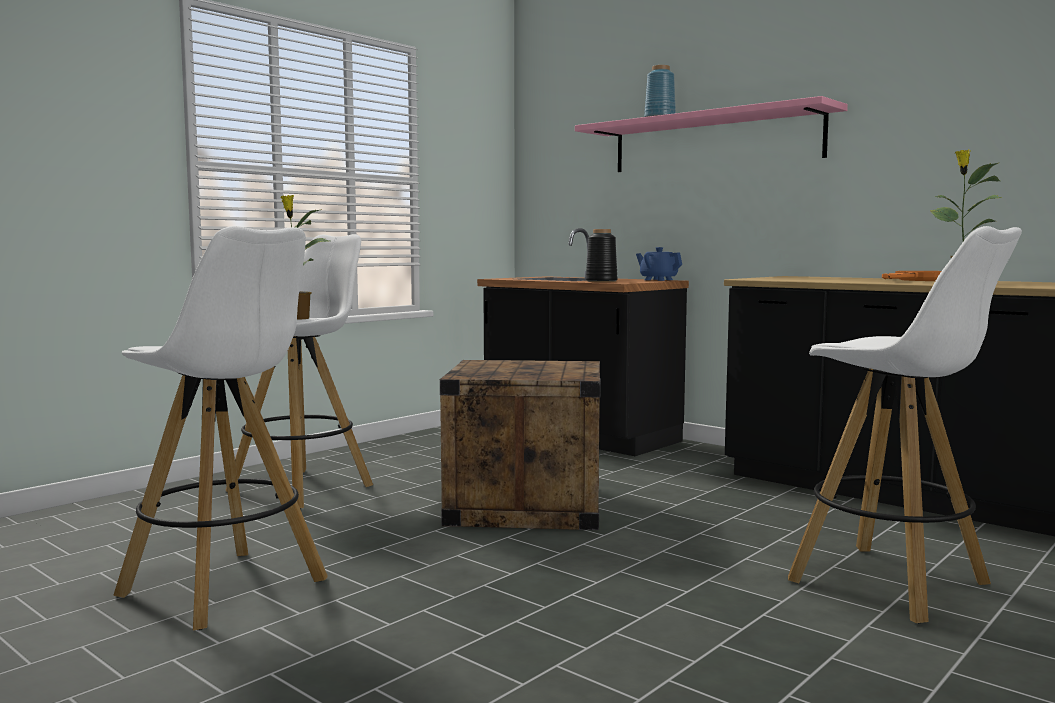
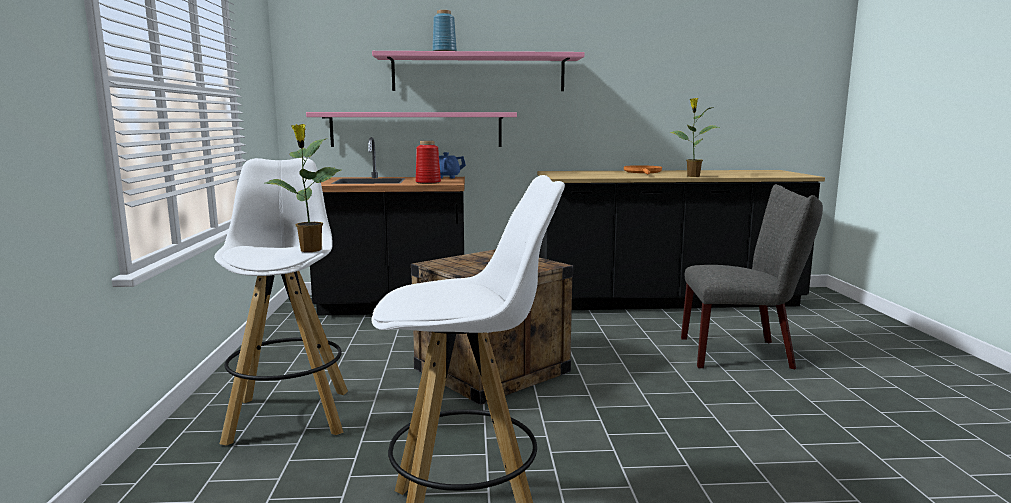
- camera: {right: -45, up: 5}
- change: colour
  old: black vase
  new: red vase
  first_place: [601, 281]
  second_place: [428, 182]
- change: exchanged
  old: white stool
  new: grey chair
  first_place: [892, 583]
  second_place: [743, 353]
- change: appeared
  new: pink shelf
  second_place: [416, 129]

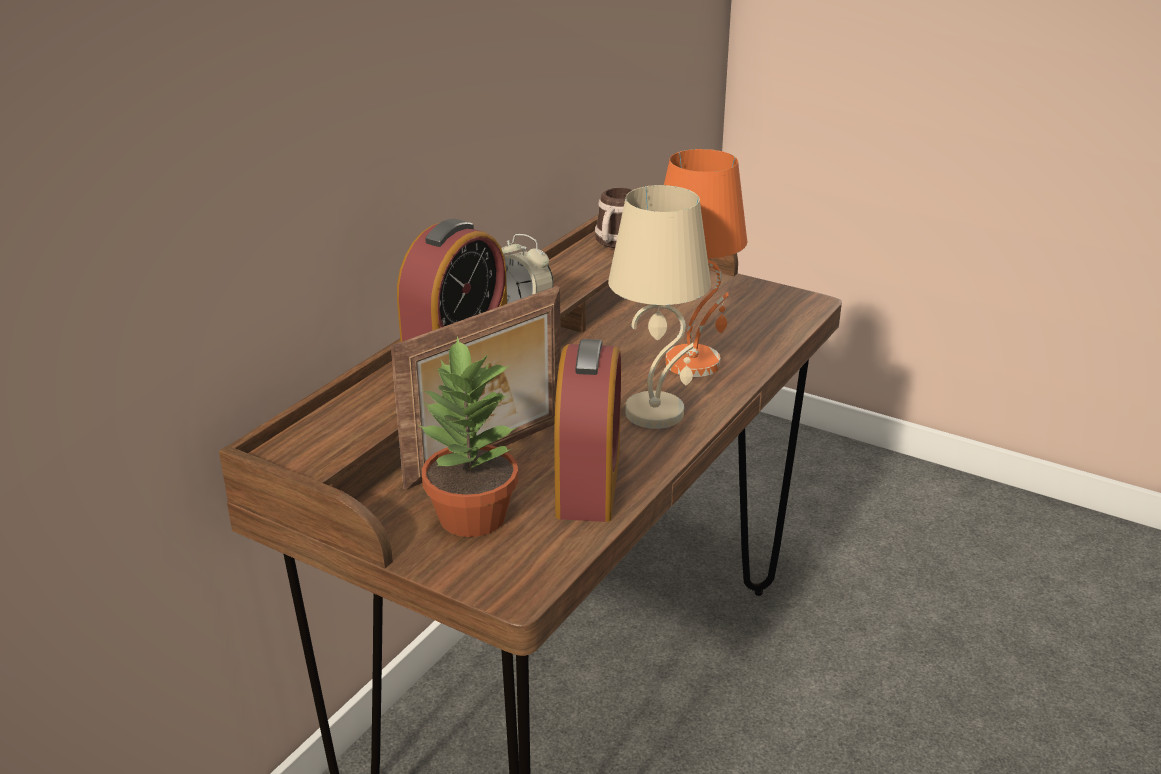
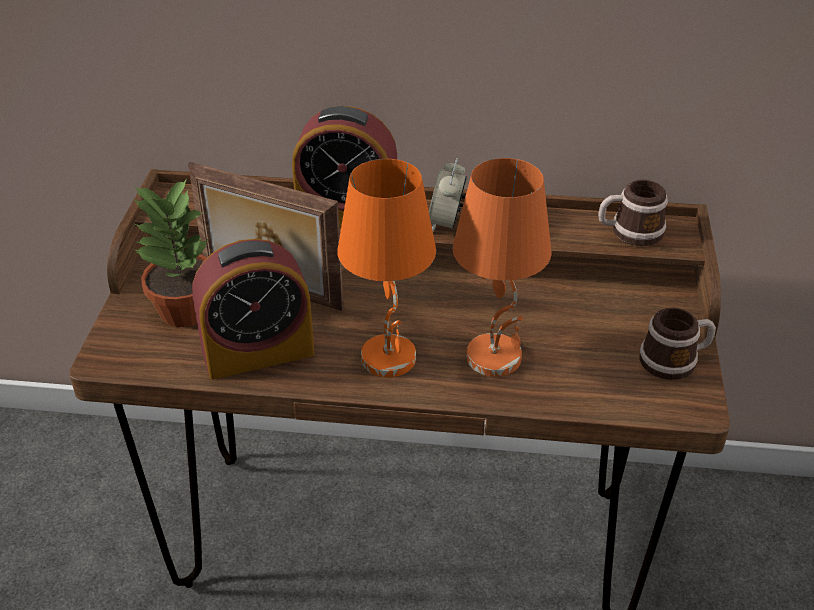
- camera: {right: 65, up: 10}
- change: colour
  old: beige table lamp
  new: orange table lamp
  first_place: [656, 412]
  second_place: [390, 359]
- change: appeared
  new: mug
  second_place: [675, 360]

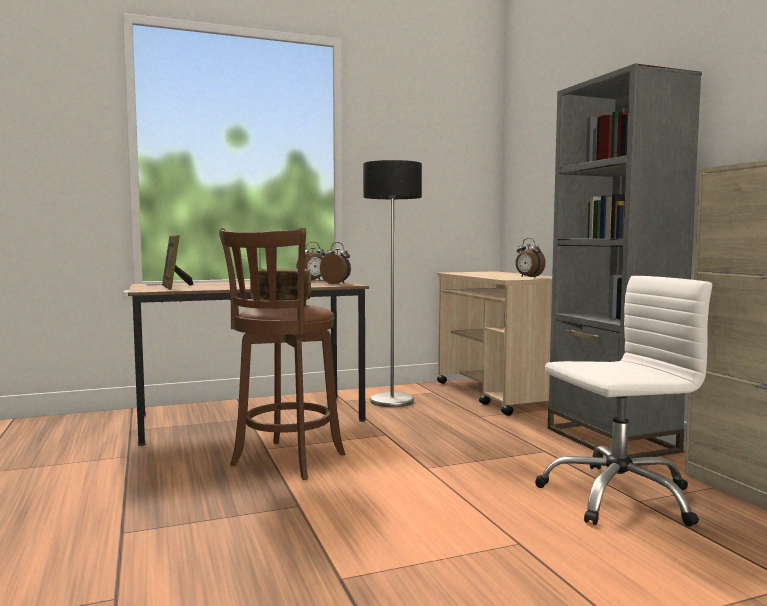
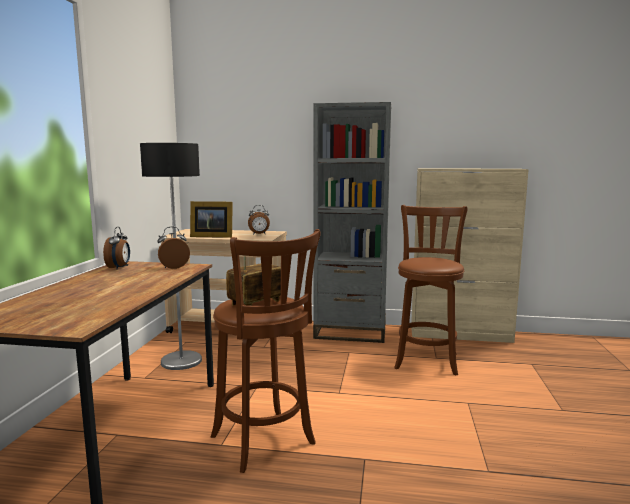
- camera: {right: -60, up: 5}
- change: relocated
  old: picture frame
  first_place: [175, 287]
  second_place: [211, 236]
- change: exchanged
  old: white office chair
  new: brown stool
  first_place: [617, 496]
  second_place: [426, 359]

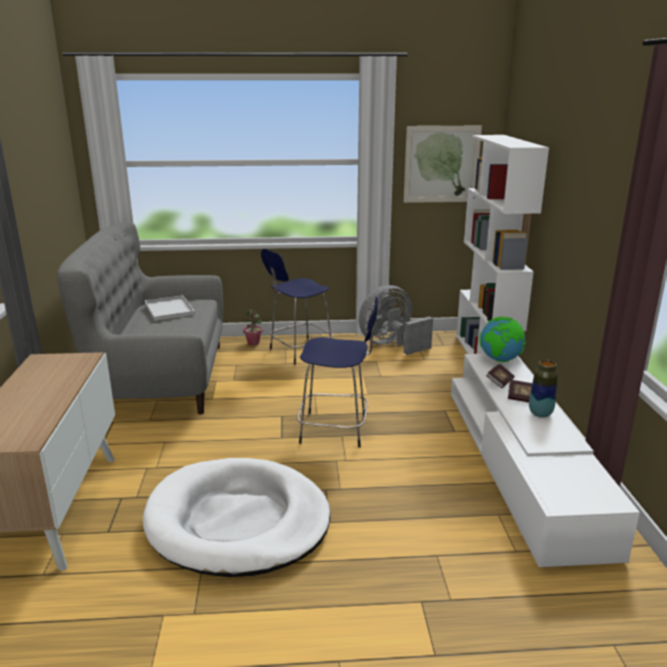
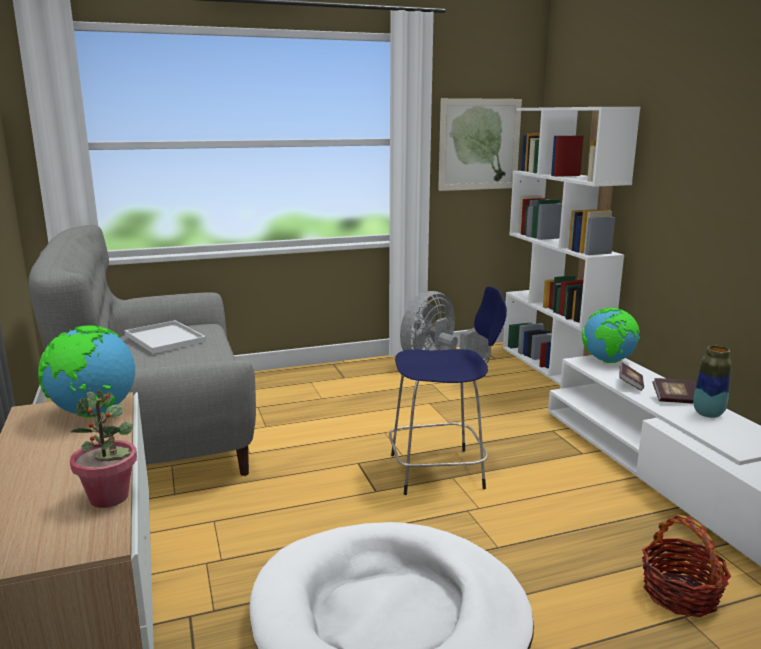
- camera: {right: -15, up: -5}
- change: relocated
  old: potted plant
  first_place: [253, 343]
  second_place: [109, 497]
- change: missing
  old: blue stool
  first_place: [299, 351]
- change: appeared
  new: globe
  second_place: [93, 413]
- change: appeared
  new: basket
  second_place: [680, 594]

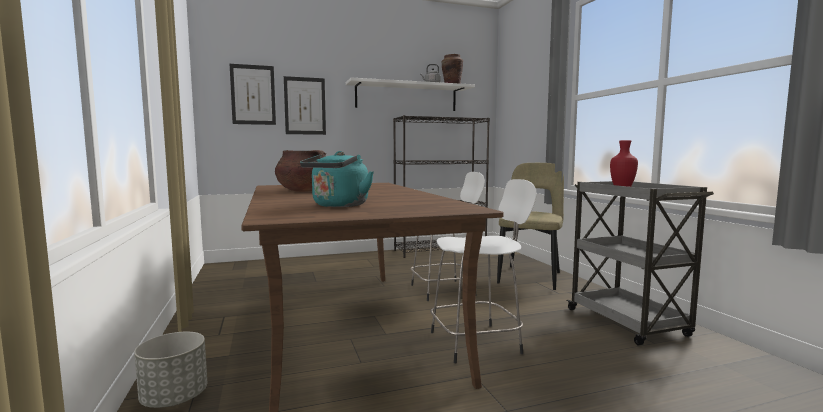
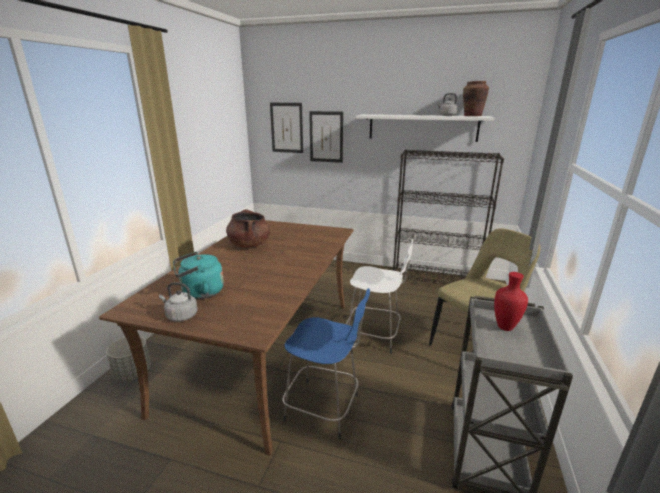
- camera: {right: 35, up: 15}
- change: colour
  old: white stool
  new: blue stool
  first_place: [478, 342]
  second_place: [324, 408]
- change: appeared
  new: grey kettle
  second_place: [180, 316]

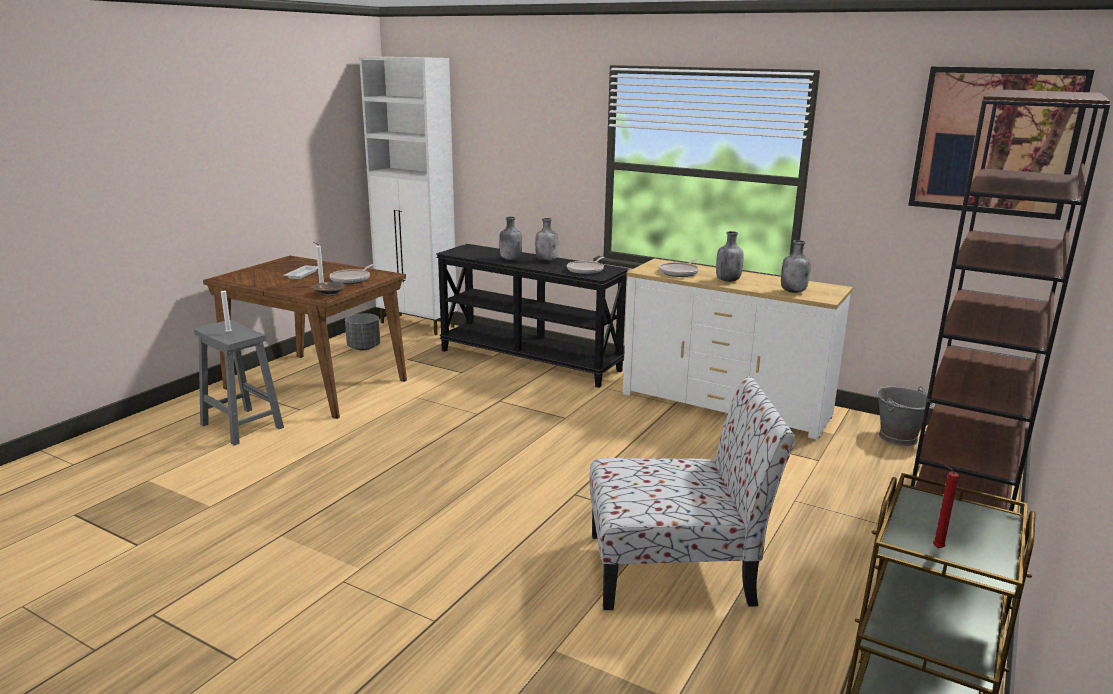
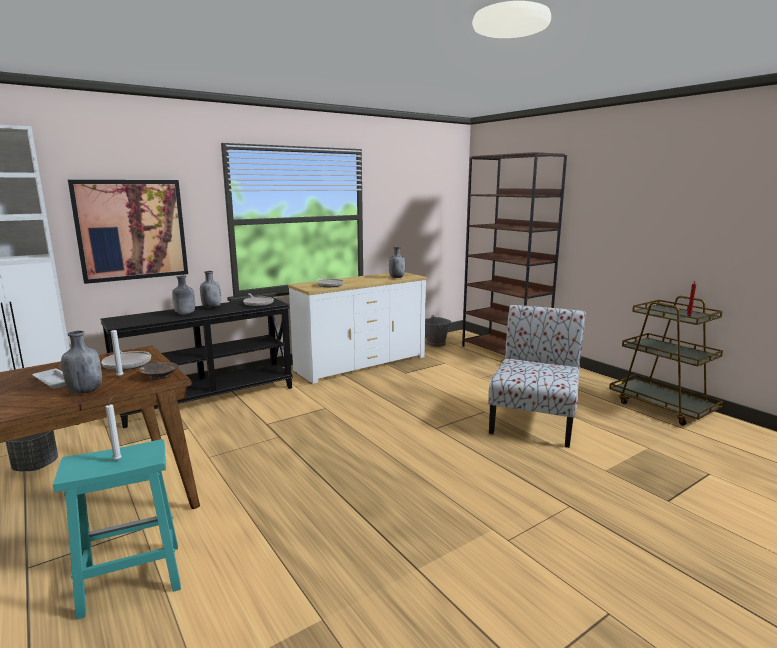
- camera: {right: -65, up: -5}
- change: colour
  old: grey stool
  new: turquoise stool
  first_place: [241, 426]
  second_place: [129, 579]
- change: relocated
  old: grey bottle
  first_place: [727, 280]
  second_place: [85, 391]
- change: relocated
  old: picture
  first_place: [995, 141]
  second_place: [131, 230]

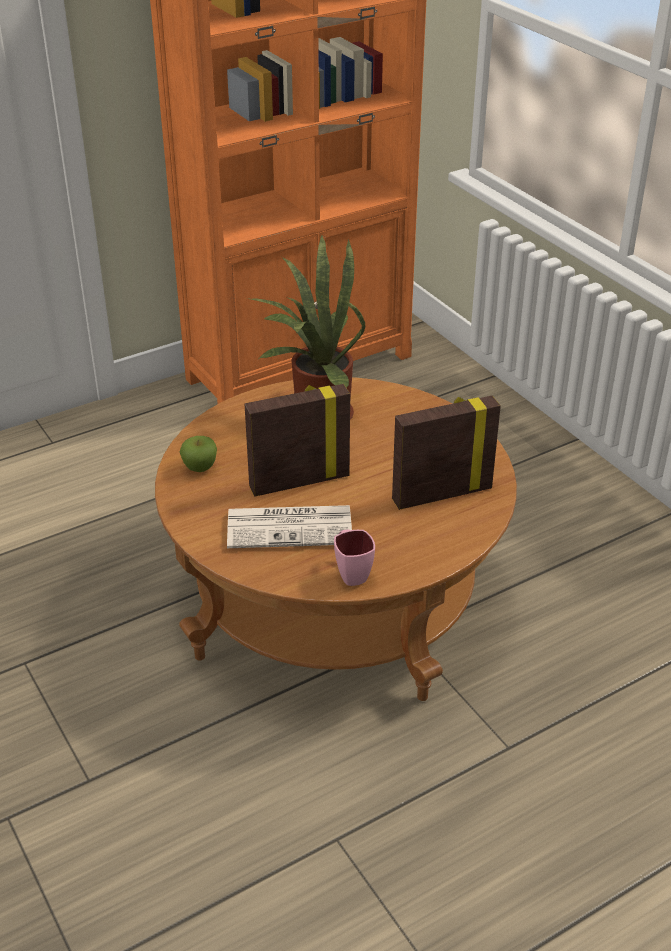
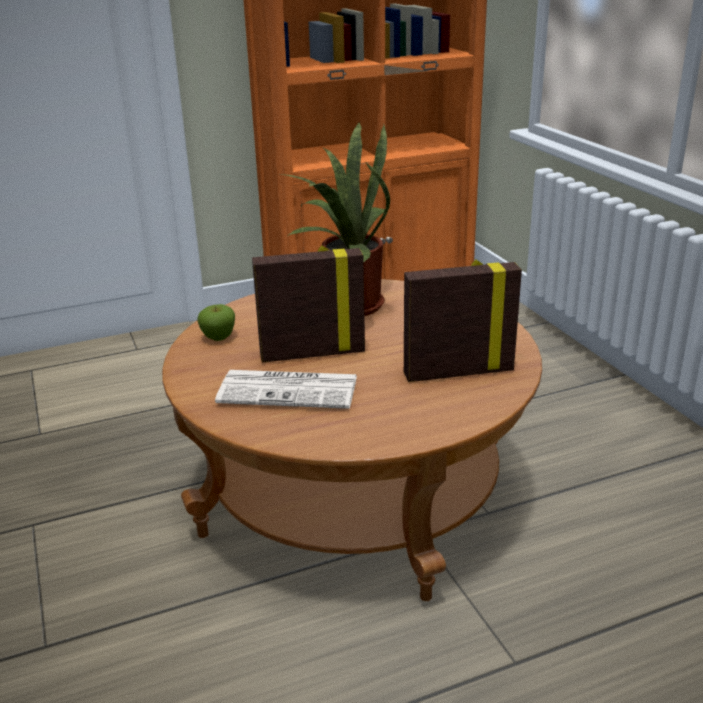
- camera: {right: 10, up: -10}
- change: missing
  old: pink mug
  first_place: [351, 573]

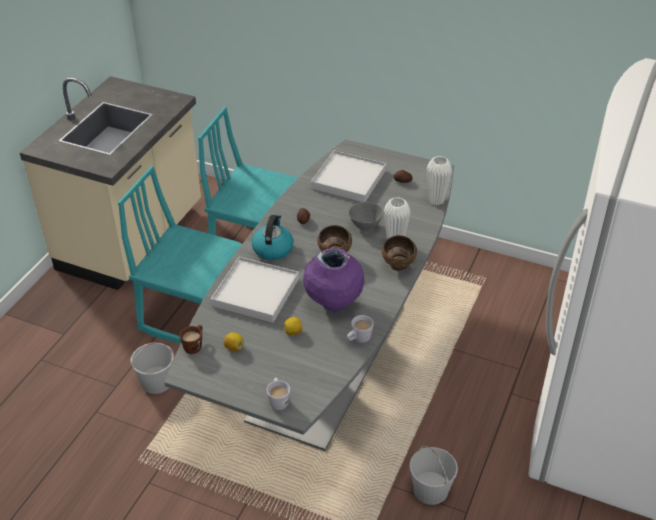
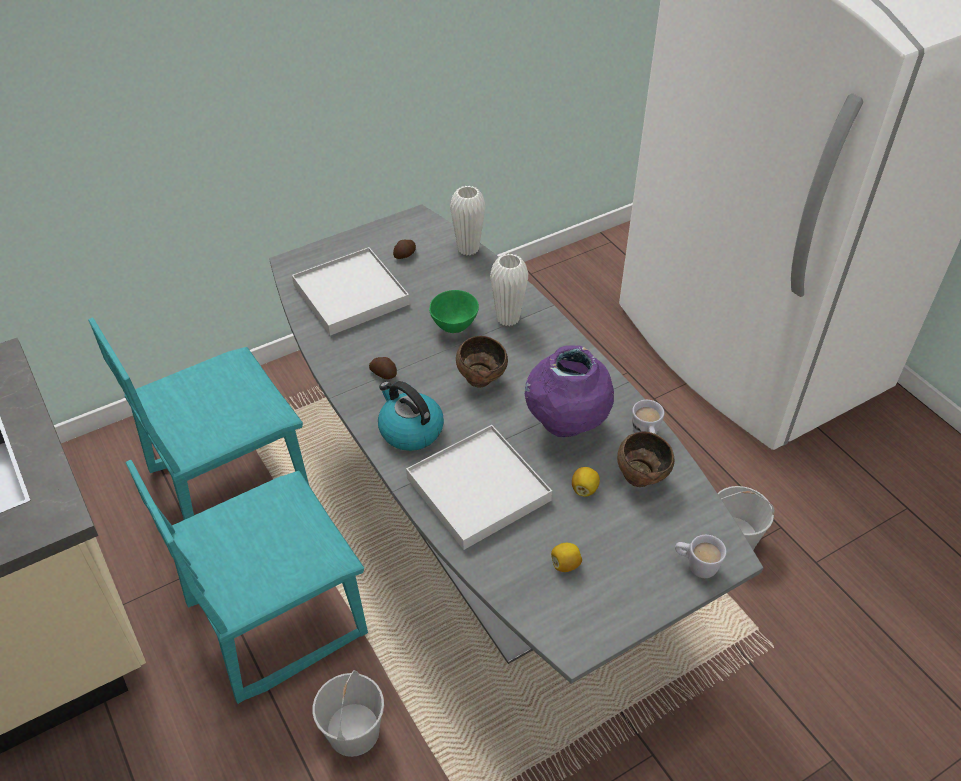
- camera: {right: -55, up: 5}
- change: missing
  old: brown mug
  first_place: [195, 345]
- change: colour
  old: grey bowl
  new: green bowl
  first_place: [365, 227]
  second_place: [454, 327]
- change: relocated
  old: brown bowl
  first_place: [399, 267]
  second_place: [641, 478]

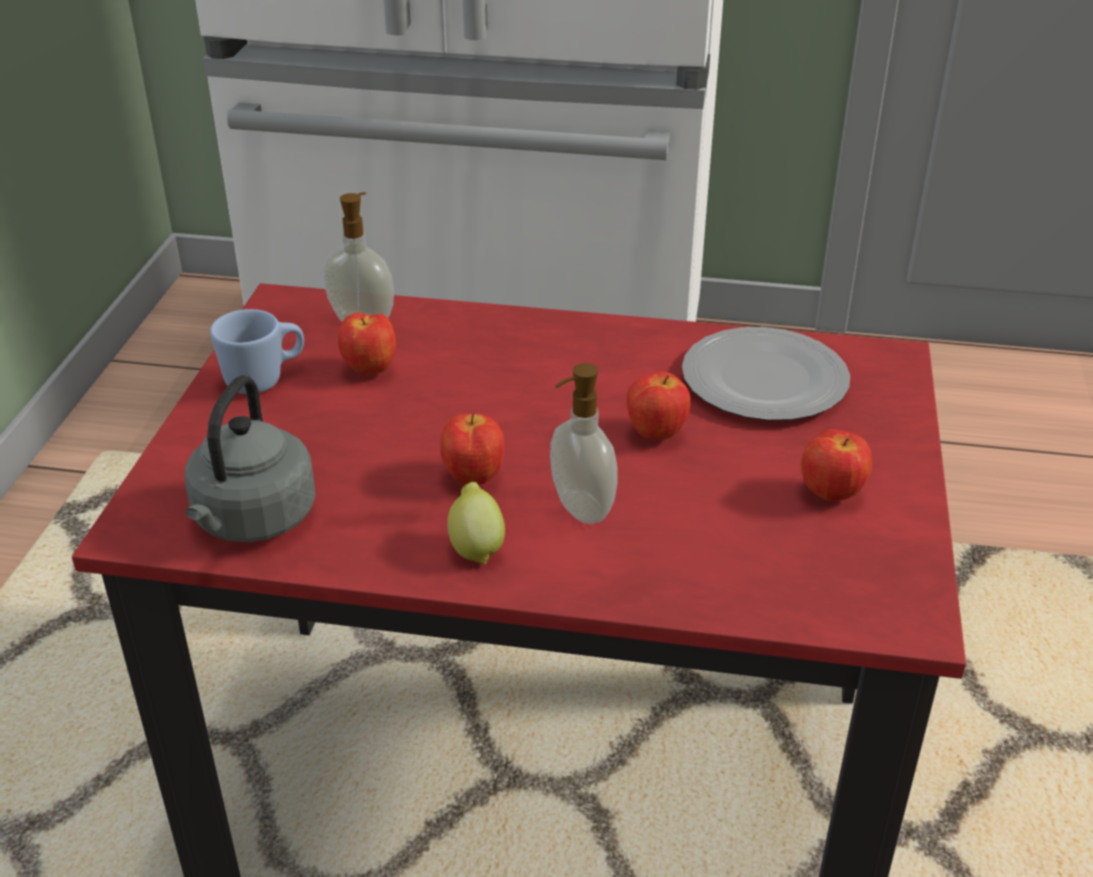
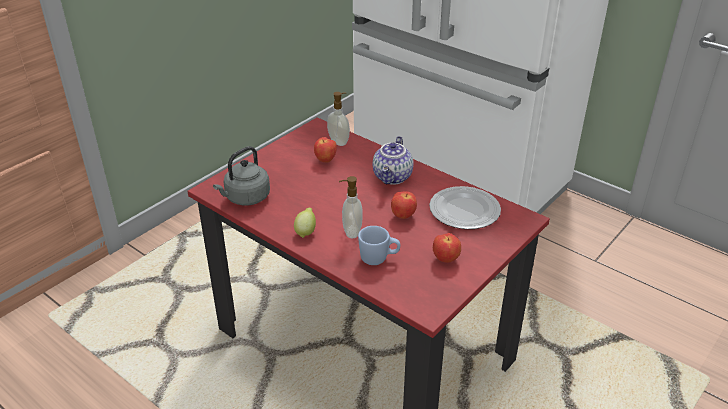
- camera: {right: 30, up: 0}
- change: relocated
  old: blue mug
  first_place: [264, 379]
  second_place: [379, 259]
- change: missing
  old: apple
  first_place: [472, 477]
- change: appeared
  new: teapot
  second_place: [393, 177]

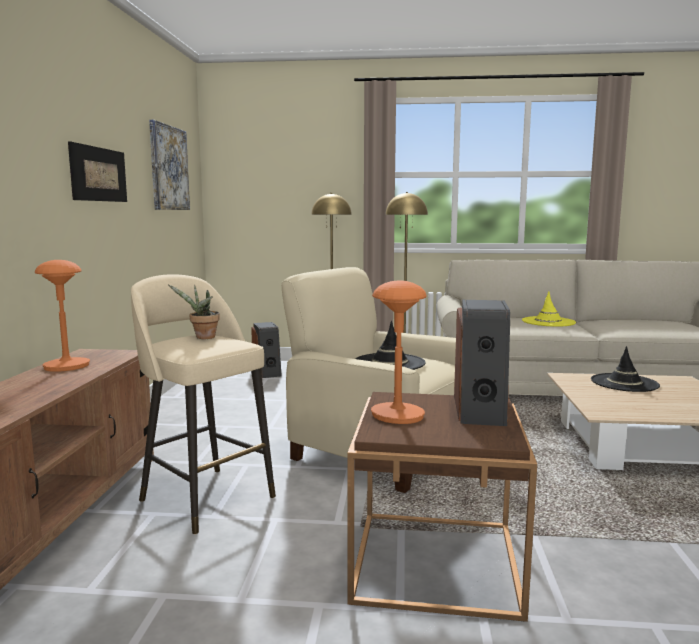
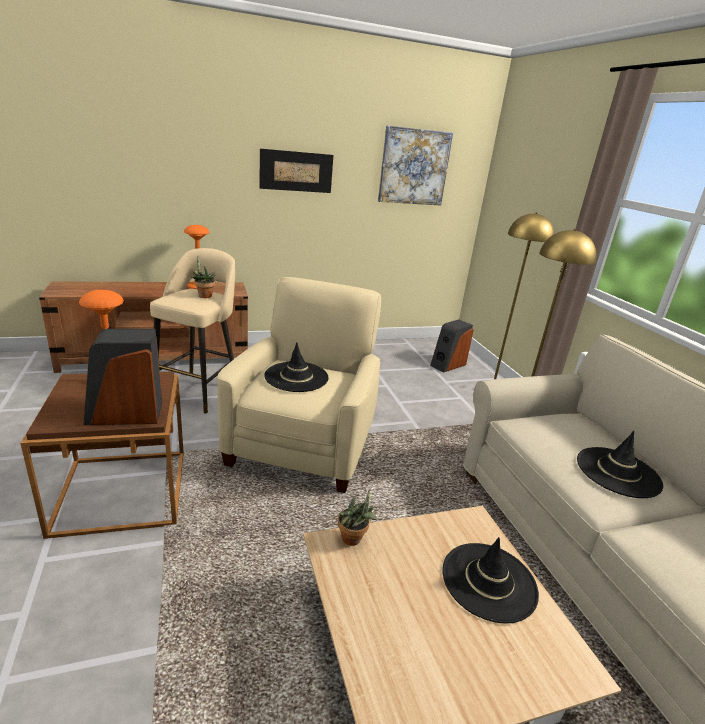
- camera: {right: 65, up: 15}
- change: colour
  old: yellow hat
  new: black hat
  first_place: [548, 322]
  second_place: [617, 472]
- change: appeared
  new: potted plant
  second_place: [354, 540]

